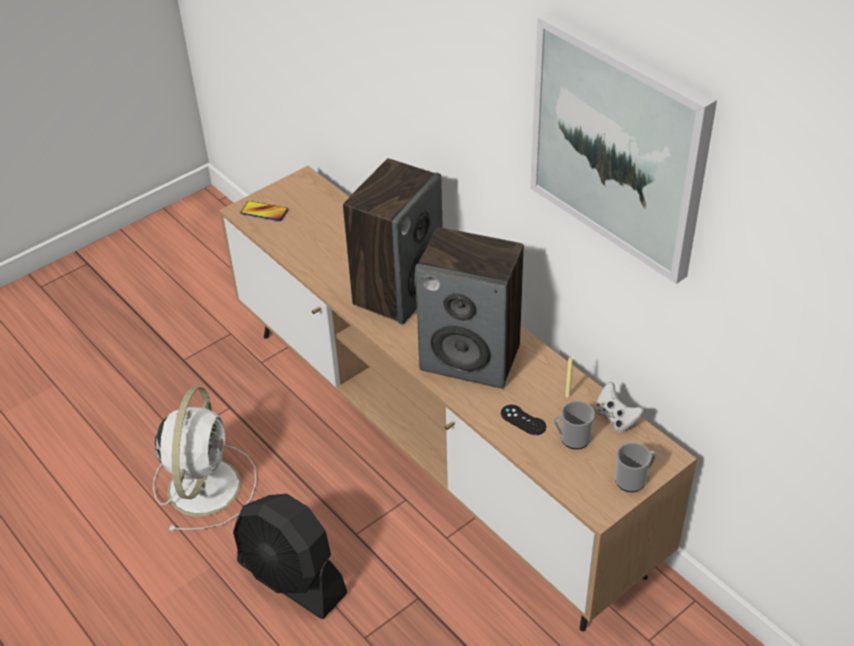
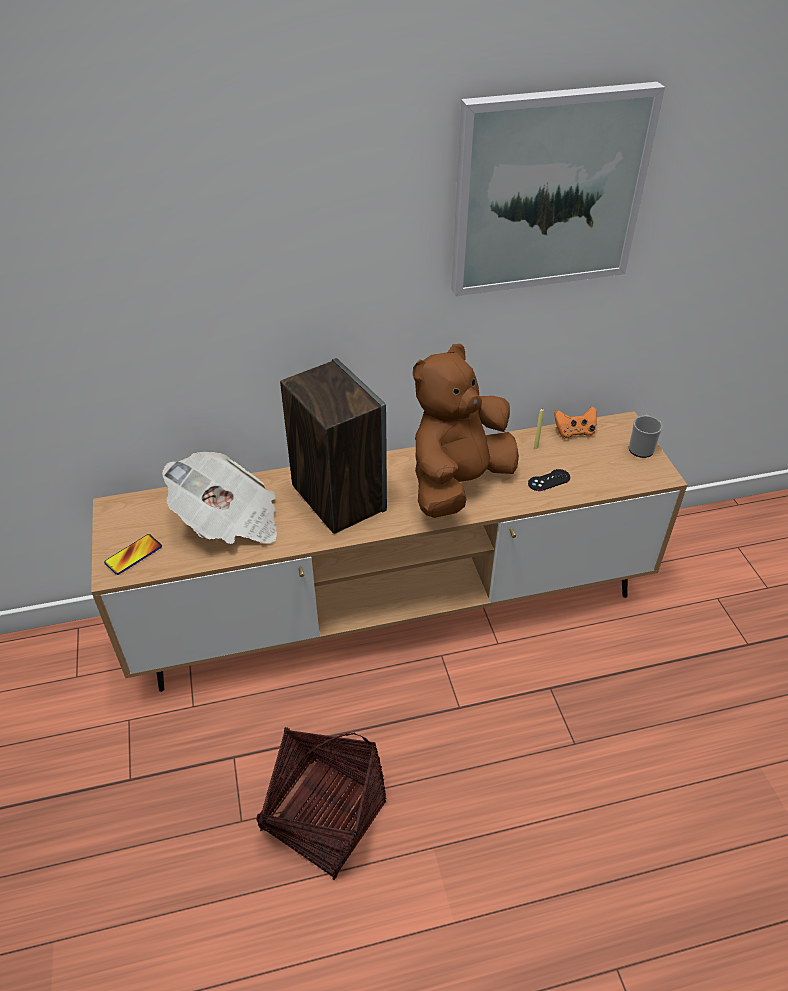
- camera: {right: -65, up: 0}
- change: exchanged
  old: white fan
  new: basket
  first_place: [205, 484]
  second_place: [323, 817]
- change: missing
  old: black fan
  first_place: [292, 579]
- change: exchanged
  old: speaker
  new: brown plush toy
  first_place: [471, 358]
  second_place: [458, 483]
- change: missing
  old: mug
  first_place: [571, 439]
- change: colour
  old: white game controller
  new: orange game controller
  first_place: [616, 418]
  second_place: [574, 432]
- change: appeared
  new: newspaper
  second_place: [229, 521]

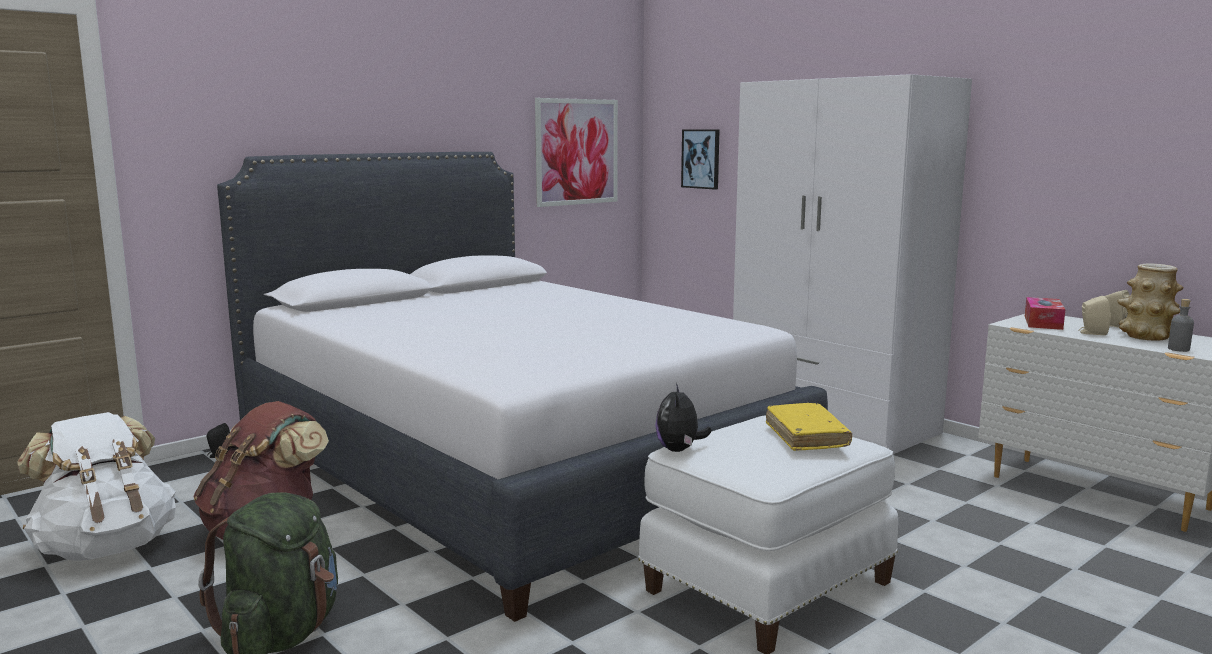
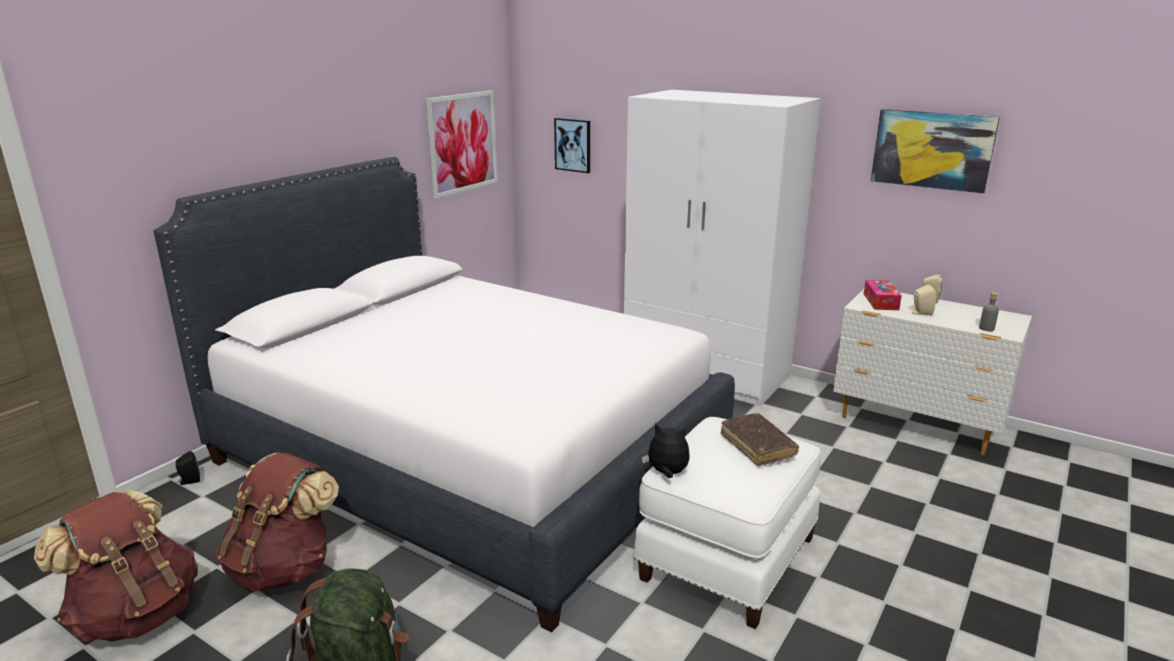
- camera: {right: -15, up: 10}
- change: colour
  old: white backpack
  new: brown backpack
  first_place: [106, 548]
  second_place: [136, 615]
- change: spun
  old: plush toy
  first_place: [679, 450]
  second_place: [667, 473]
  degrees: 120
- change: colour
  old: yellow book
  new: brown book
  first_place: [806, 436]
  second_place: [757, 446]
- change: missing
  old: vase
  first_place: [1146, 336]
- change: appeared
  new: picture
  second_place: [932, 150]

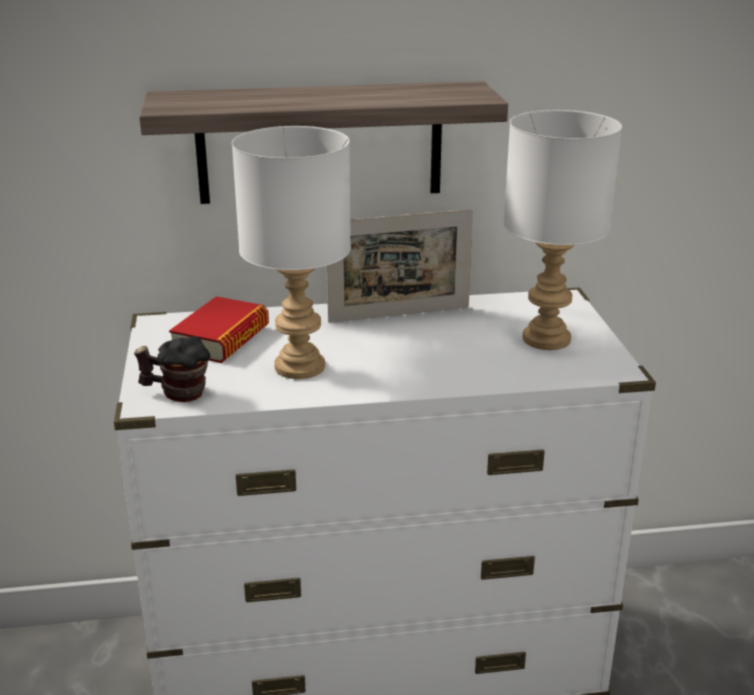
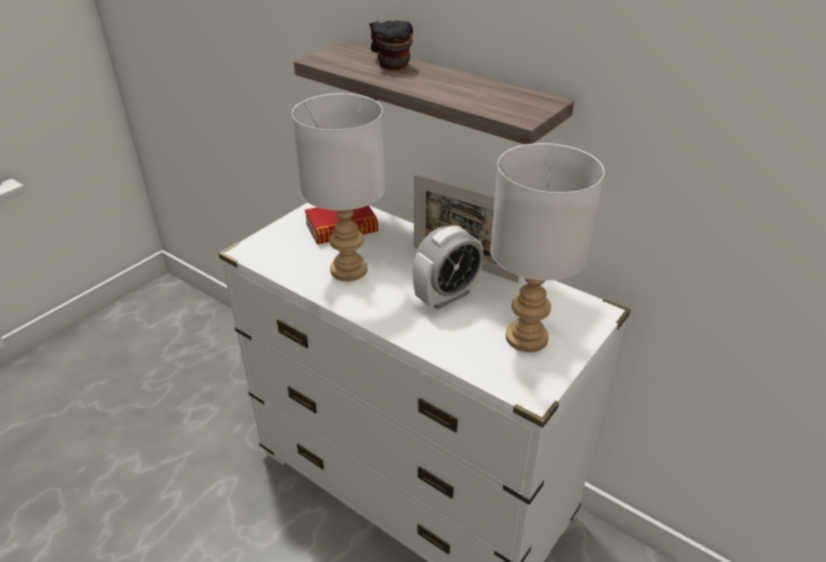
- camera: {right: 45, up: 10}
- change: relocated
  old: mug
  first_place: [177, 393]
  second_place: [390, 64]
- change: appeared
  new: alarm clock
  second_place: [446, 296]

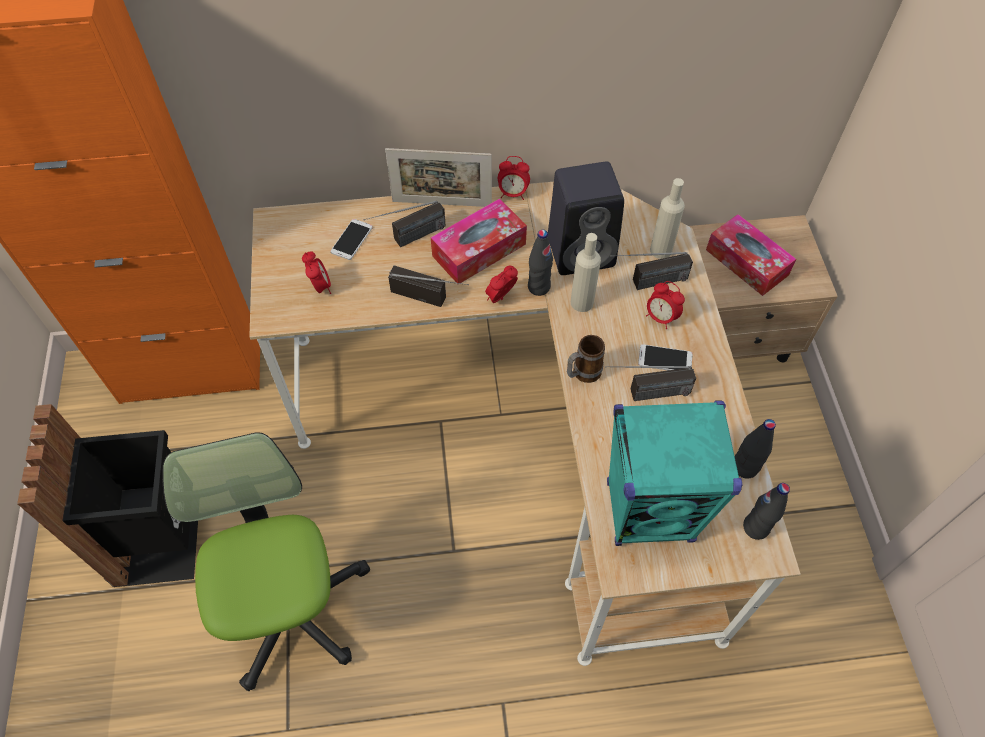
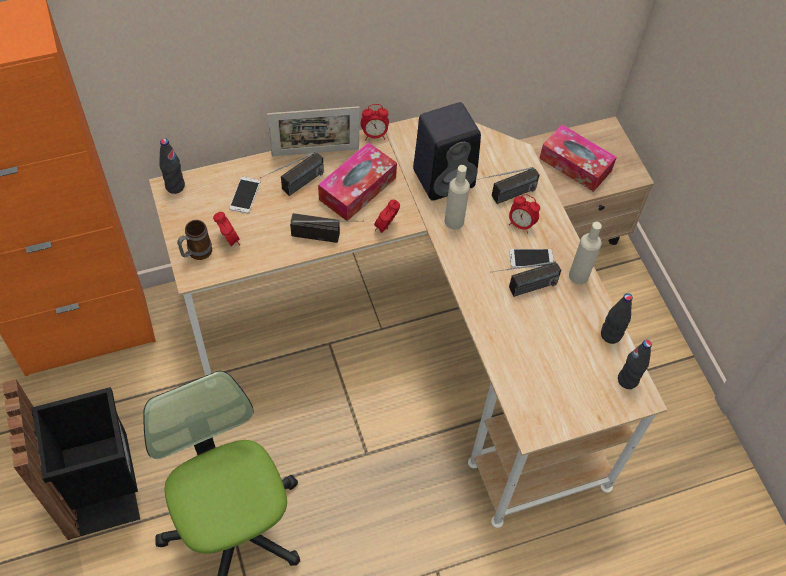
- camera: {right: -15, up: 0}
- change: relocated
  old: black bottle
  first_place: [538, 287]
  second_place: [175, 186]
- change: relocated
  old: mug
  first_place: [582, 374]
  second_place: [196, 253]
- change: missing
  old: turquoise speaker
  first_place: [650, 512]
- change: relocated
  old: beige bottle
  first_place: [661, 250]
  second_place: [578, 276]

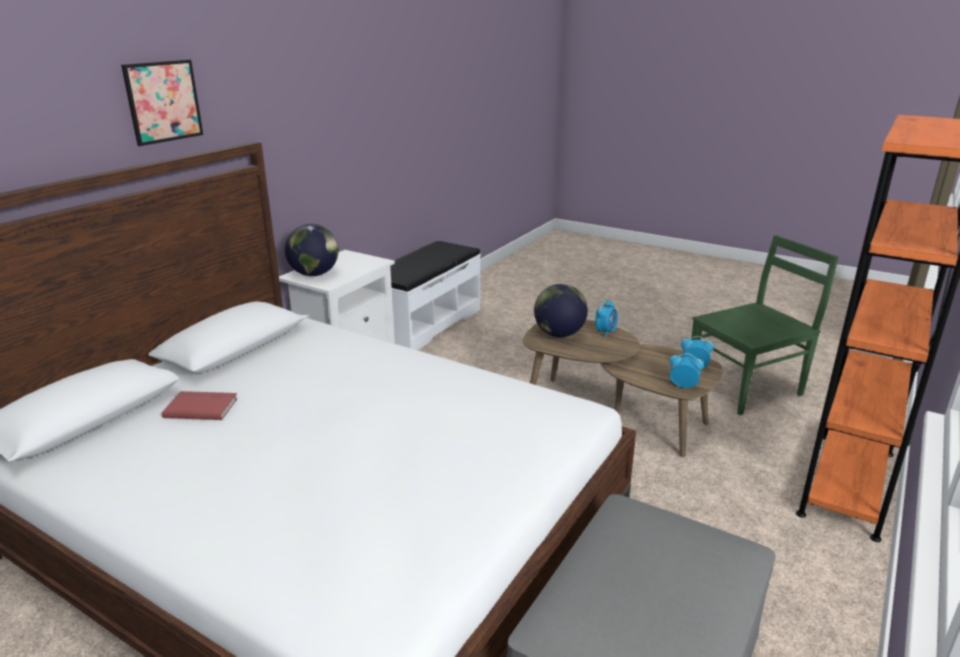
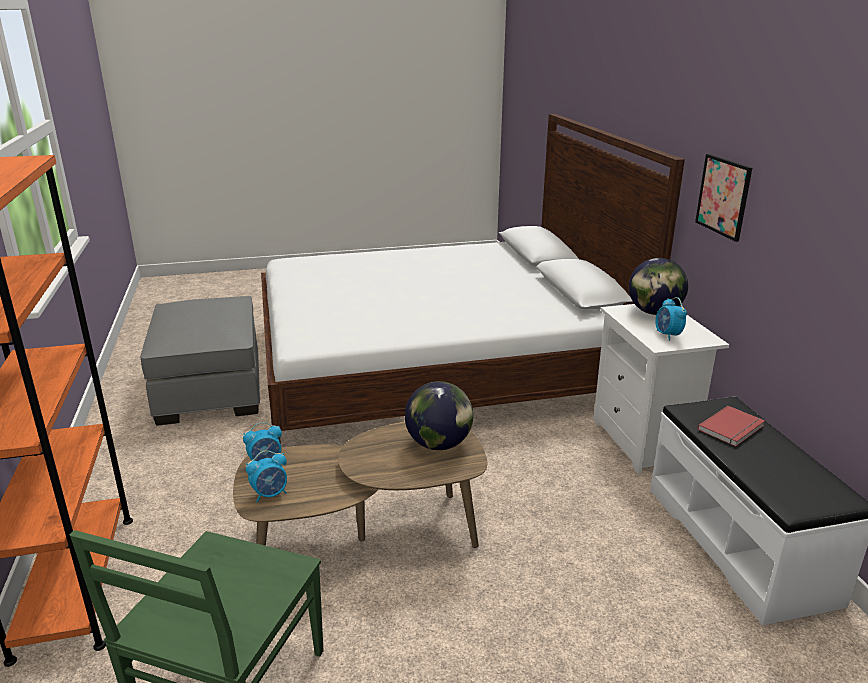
- camera: {right: 135, up: 0}
- change: relocated
  old: picture
  first_place: [163, 101]
  second_place: [723, 196]
- change: relocated
  old: red book
  first_place: [201, 407]
  second_place: [733, 428]
- change: relocated
  old: alarm clock
  first_place: [605, 332]
  second_place: [667, 335]

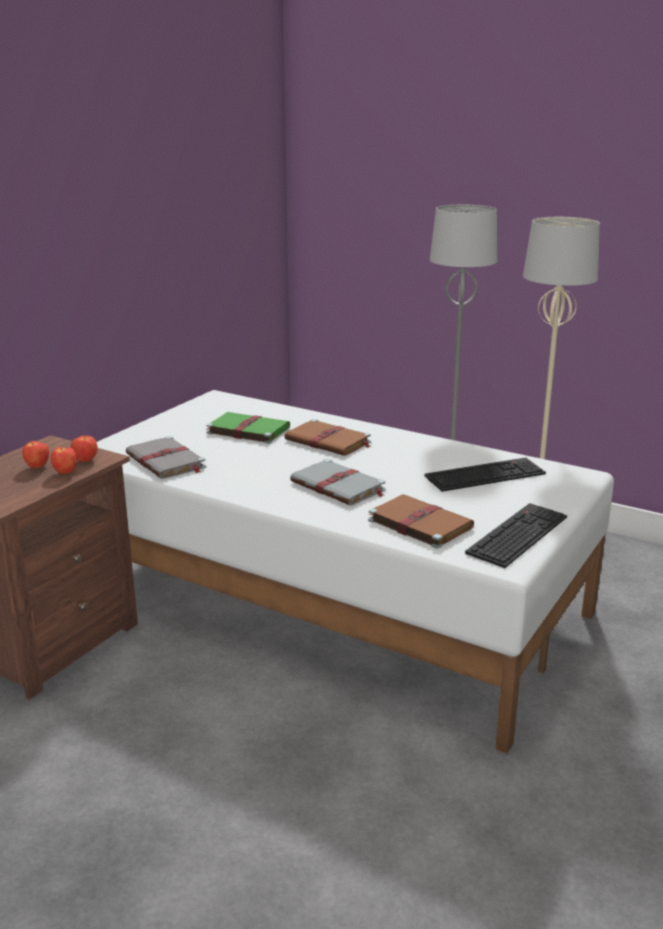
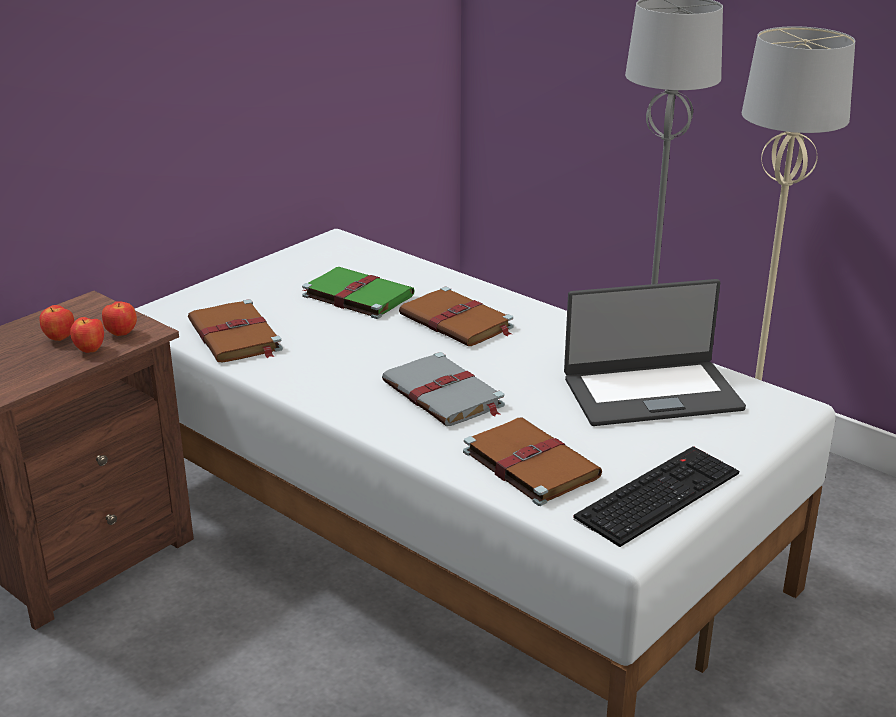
- camera: {right: 10, up: 5}
- change: colour
  old: grey book
  new: brown book
  first_place: [166, 461]
  second_place: [235, 336]
- change: exchanged
  old: keyboard
  new: laptop
  first_place: [485, 474]
  second_place: [651, 393]

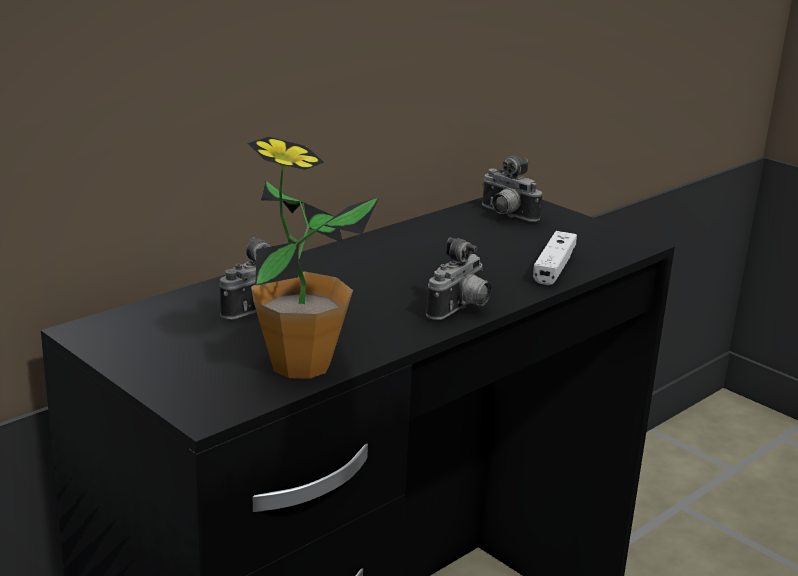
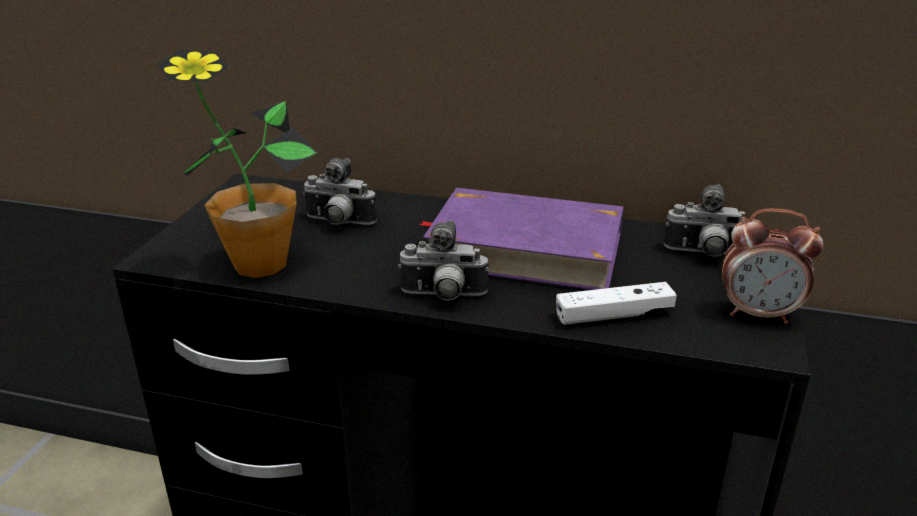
- camera: {right: 60, up: 5}
- change: spun
  old: photo camera
  first_place: [505, 215]
  second_place: [704, 254]
  degrees: -90
- change: appeared
  new: purple book
  second_place: [525, 249]
- change: appeared
  new: alarm clock
  second_place: [759, 314]

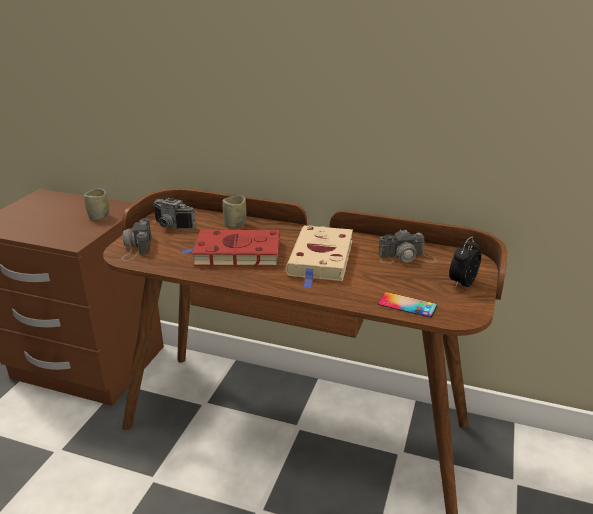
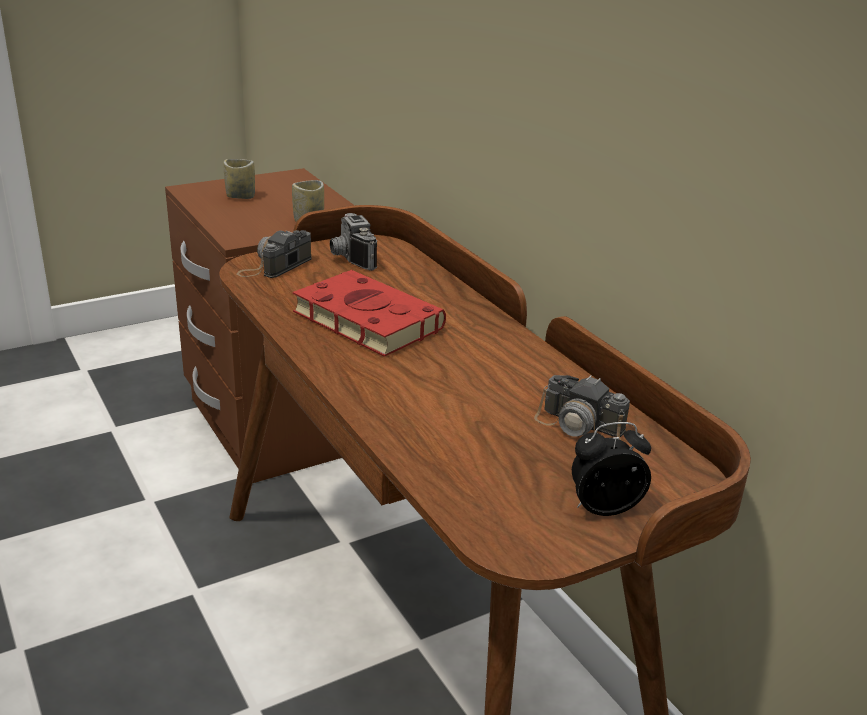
- camera: {right: 40, up: 0}
- change: relocated
  old: cup
  first_place: [235, 224]
  second_place: [240, 196]
- change: missing
  old: beige book
  first_place: [321, 259]
- change: missing
  old: phone
  first_place: [407, 305]

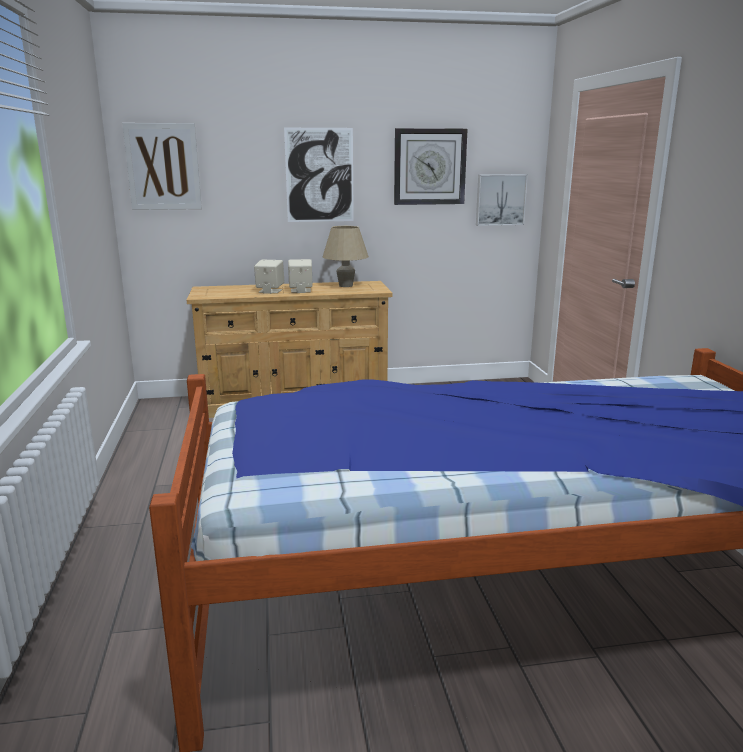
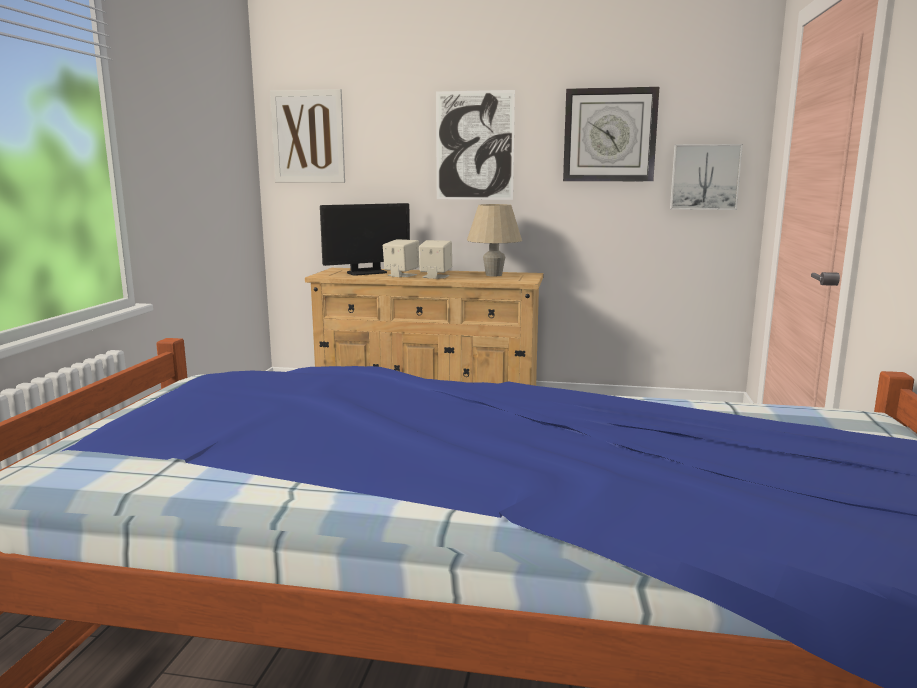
- camera: {right: 20, up: -5}
- change: appeared
  new: monitor
  second_place: [366, 272]

